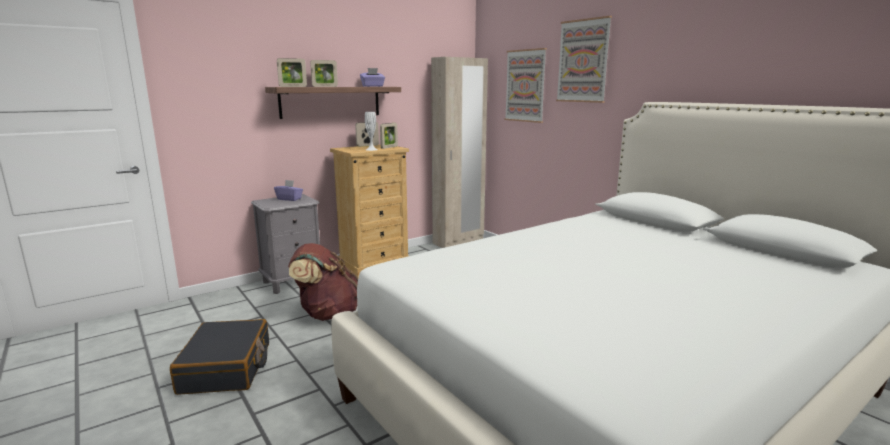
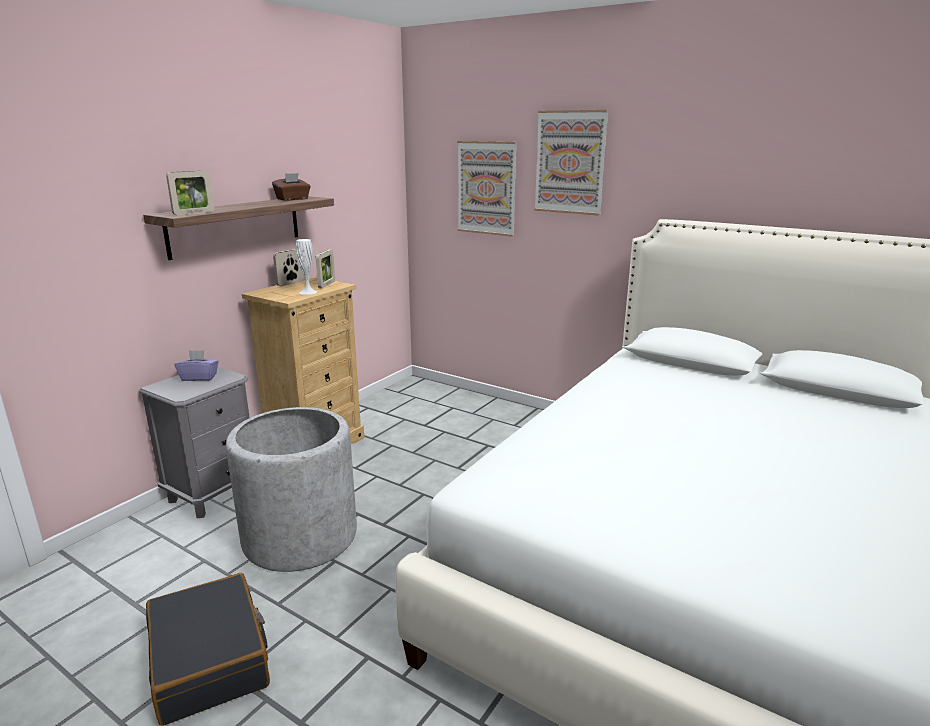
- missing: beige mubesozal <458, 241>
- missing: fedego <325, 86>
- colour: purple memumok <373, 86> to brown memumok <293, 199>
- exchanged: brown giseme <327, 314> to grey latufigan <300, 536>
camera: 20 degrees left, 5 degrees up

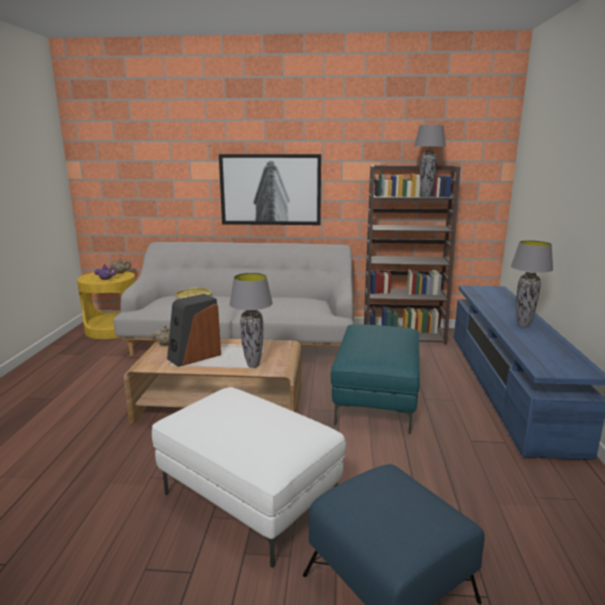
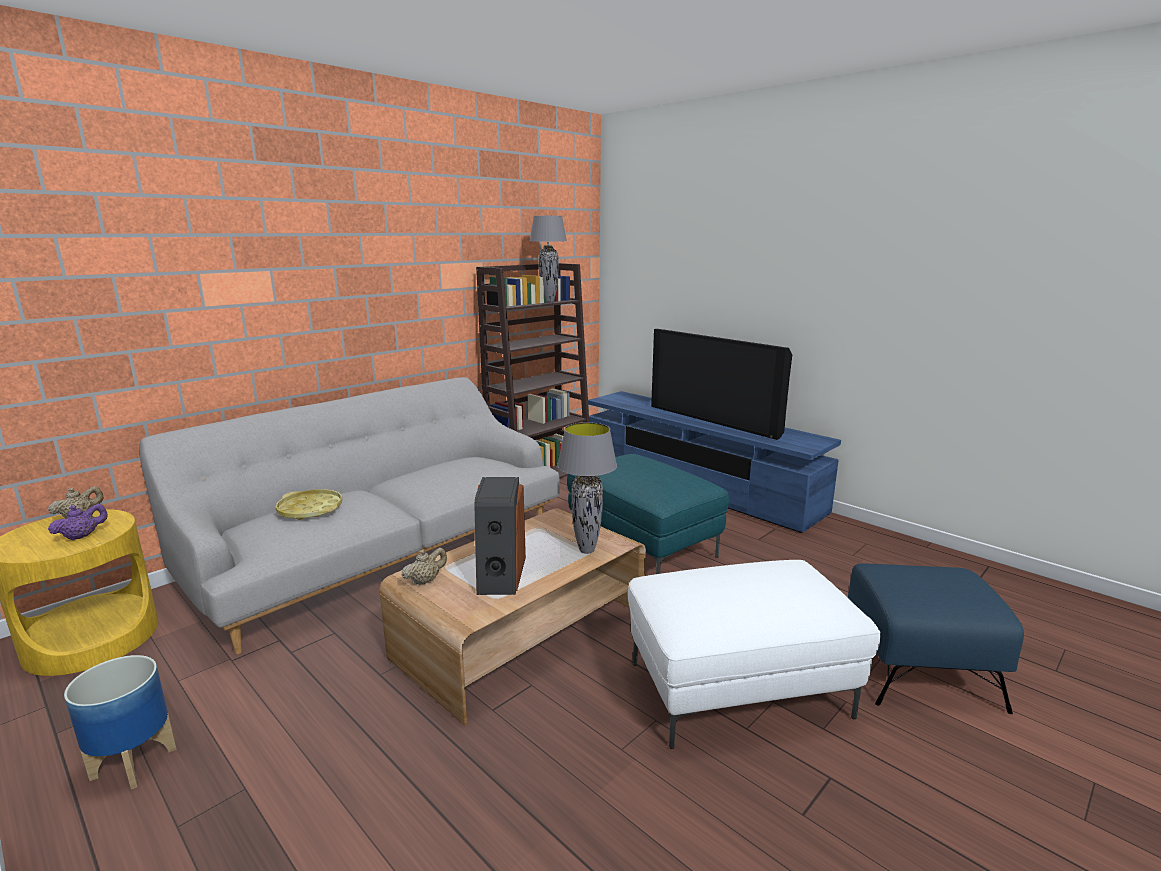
- missing: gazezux <270, 189>
- exchanged: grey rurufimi <523, 325> to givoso <715, 420>
- appeared: latufigan <133, 763>
camera: 50 degrees left, 0 degrees up

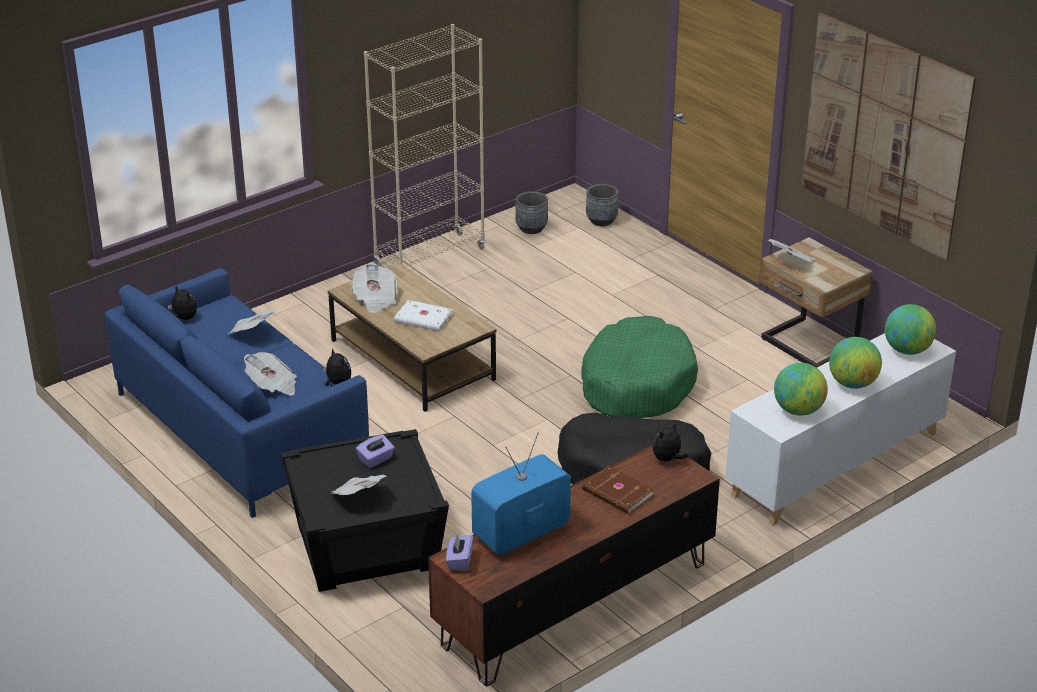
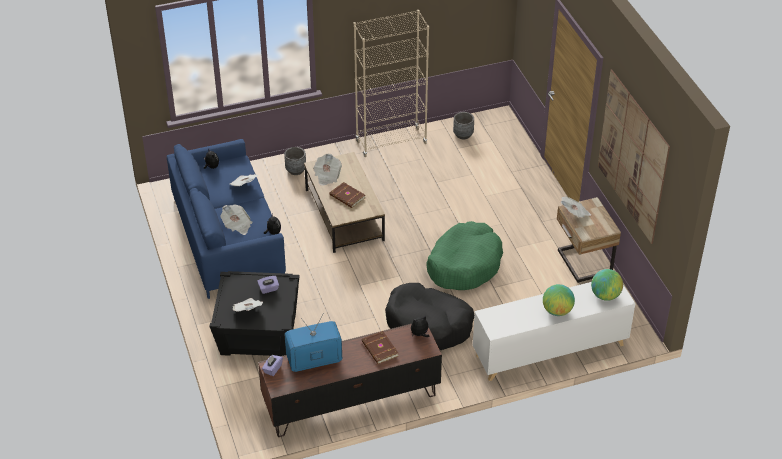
- relocated: grey latufigan <601, 221> to <295, 170>
- colour: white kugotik <423, 319> to brown kugotik <347, 197>
- missing: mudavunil <798, 410>
camera: 20 degrees right, 10 degrees up

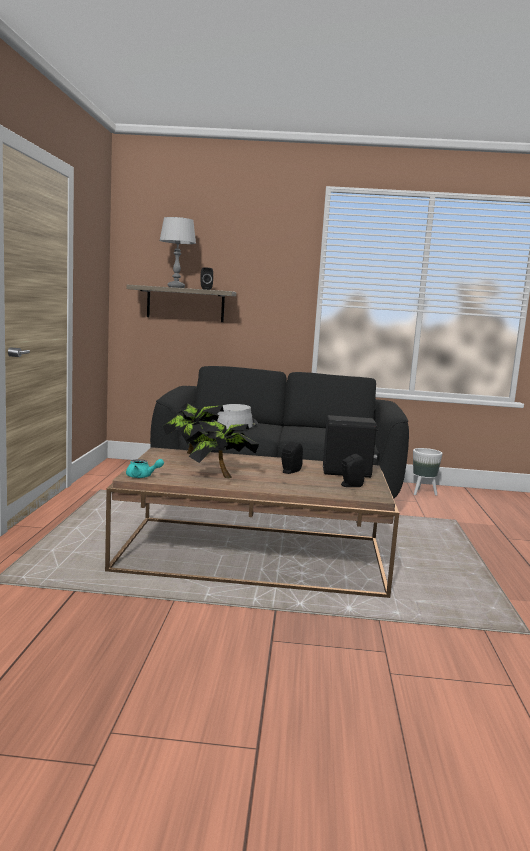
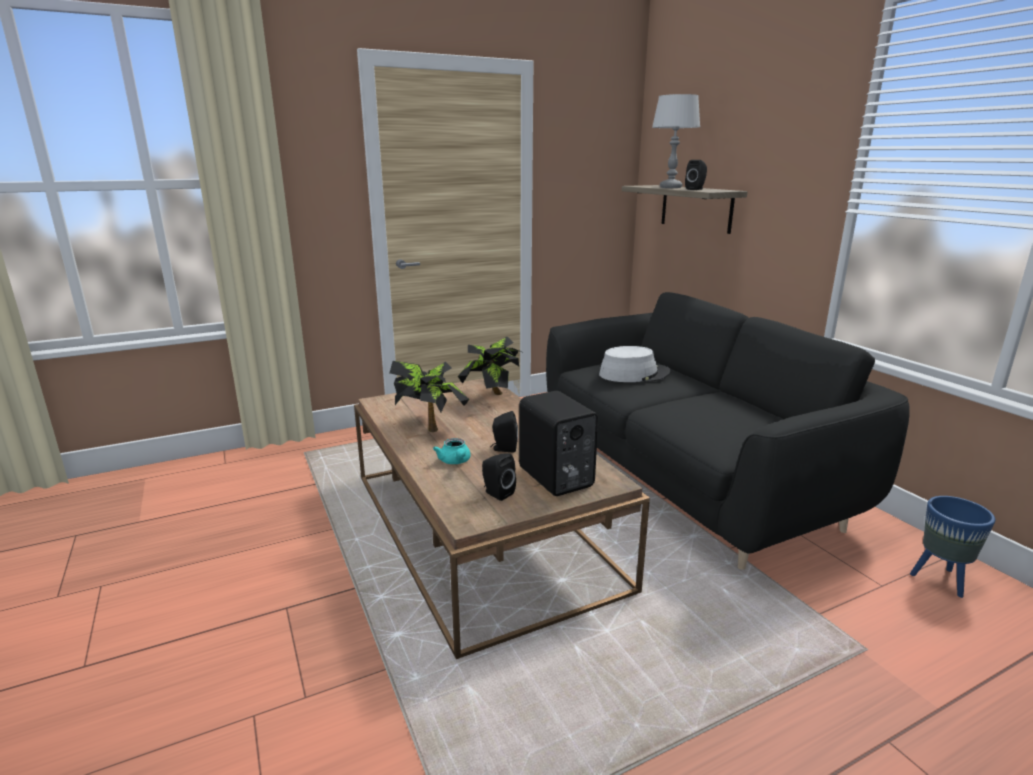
- colour: white latufigan <423, 493> to blue latufigan <940, 580>
- relocated: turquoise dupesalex <142, 476> to <455, 462>
camera: 60 degrees right, 10 degrees up

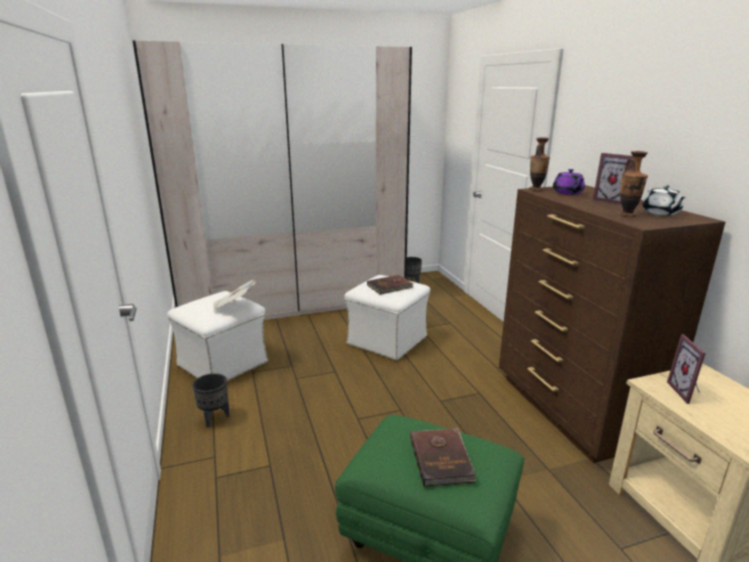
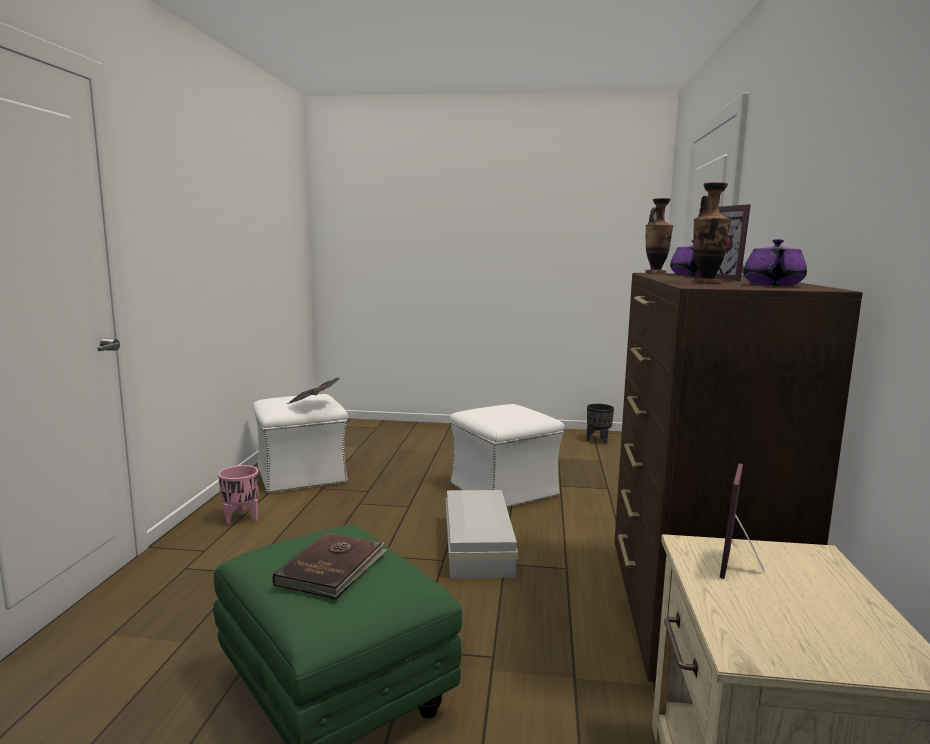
- missing: beige mubesozal <294, 302>
- colour: white dupesalex <661, 213> to purple dupesalex <772, 285>
- missing: brown kugotik <390, 286>
- colour: black latufigan <215, 418> to pink latufigan <241, 519>
- appeared: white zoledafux <476, 547>
camera: 25 degrees right, 10 degrees down

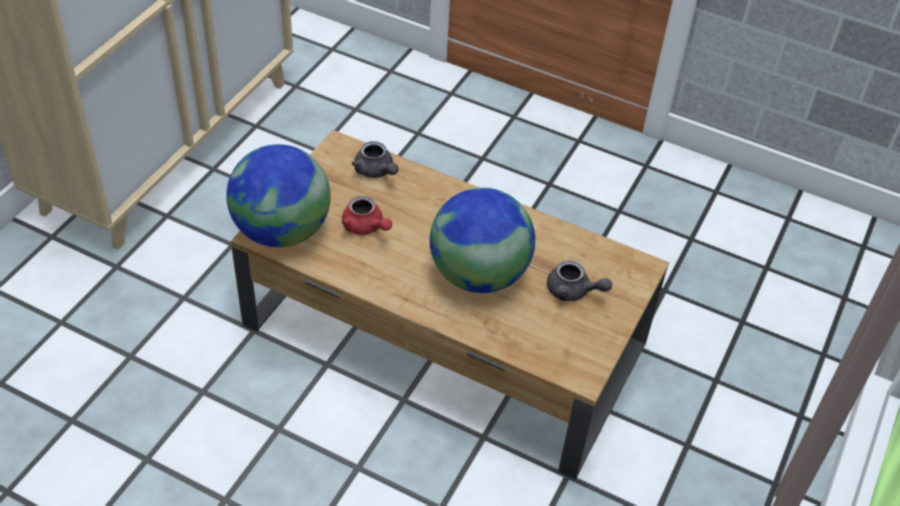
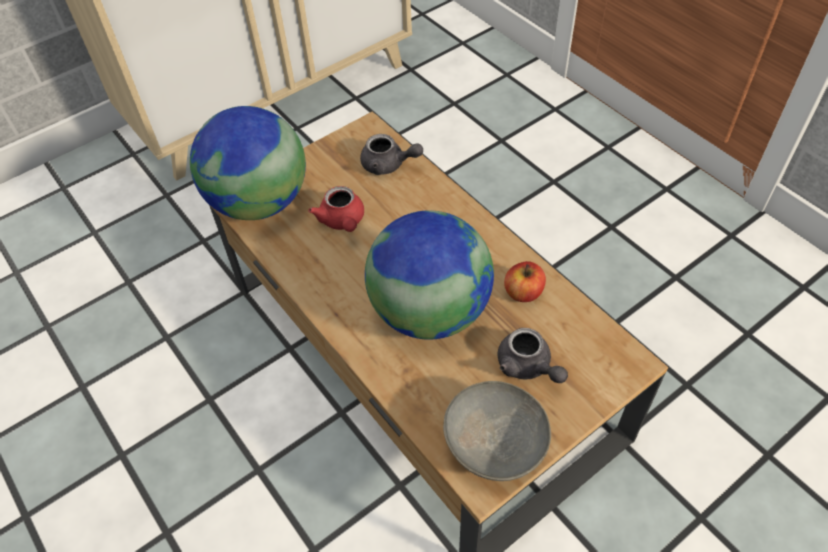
- spun: grey dupesalex <376, 171> = <388, 165> 60 degrees counterclockwise
- appeared: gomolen <523, 292>
- appeared: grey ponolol <496, 449>
camera: 30 degrees right, 5 degrees up

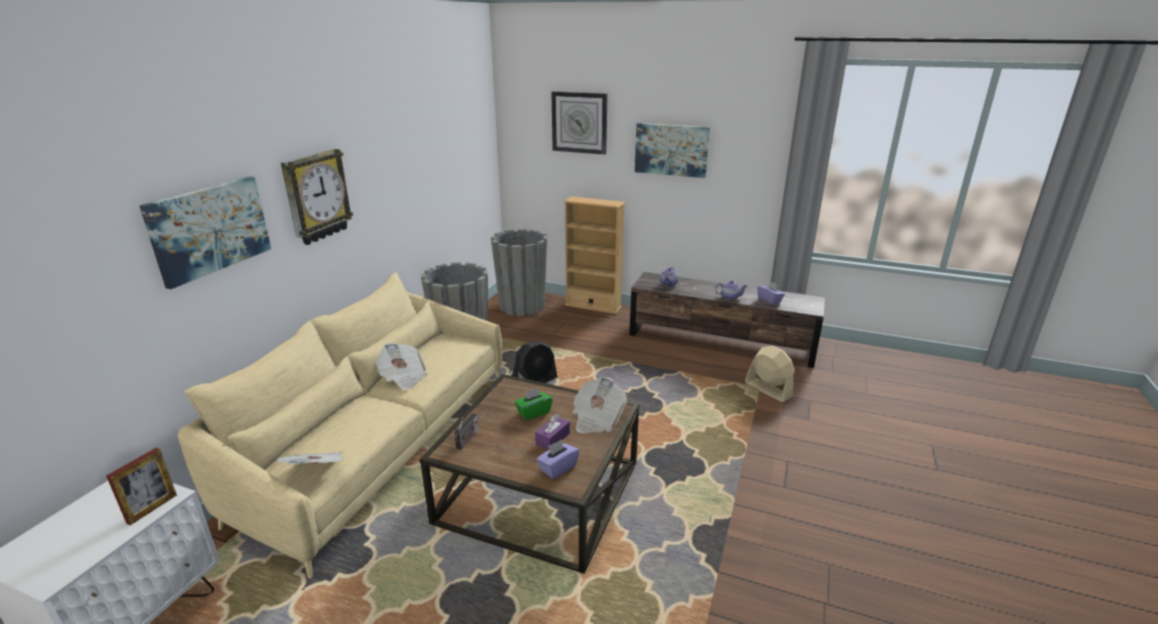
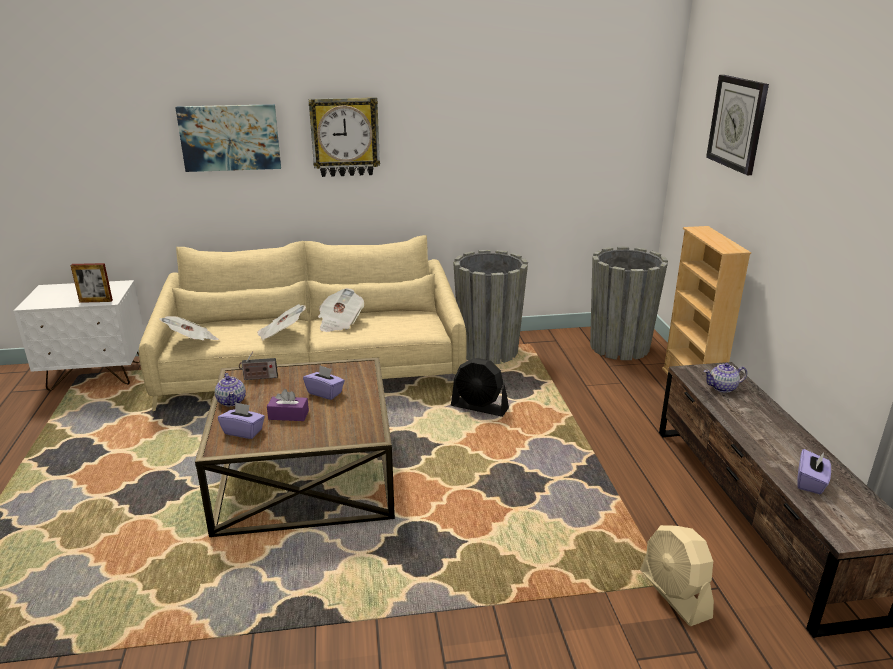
- missing: gazezux <671, 150>
- relocated: dupesalex <729, 297> to <232, 401>
- spun: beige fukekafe <768, 389> = <674, 594> 135 degrees clockwise
- relocated: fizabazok <597, 419> to <281, 334>
- colour: green memumok <533, 412> to purple memumok <325, 393>
camera: 60 degrees right, 0 degrees up

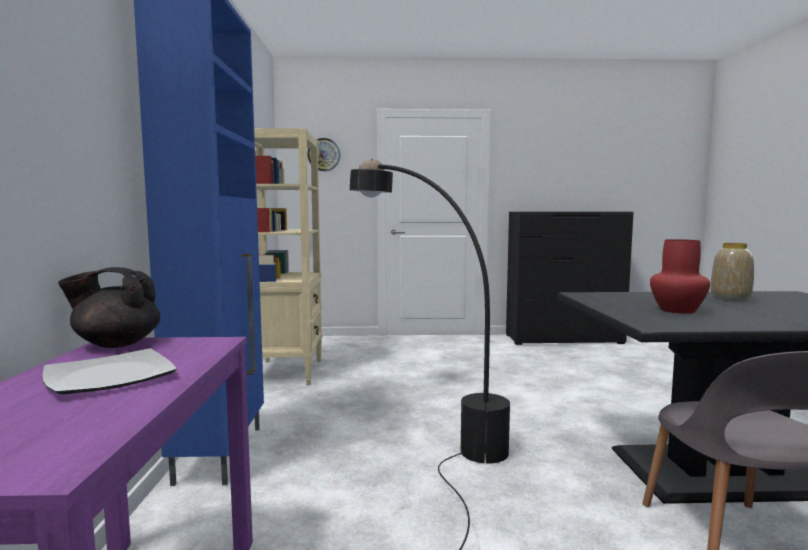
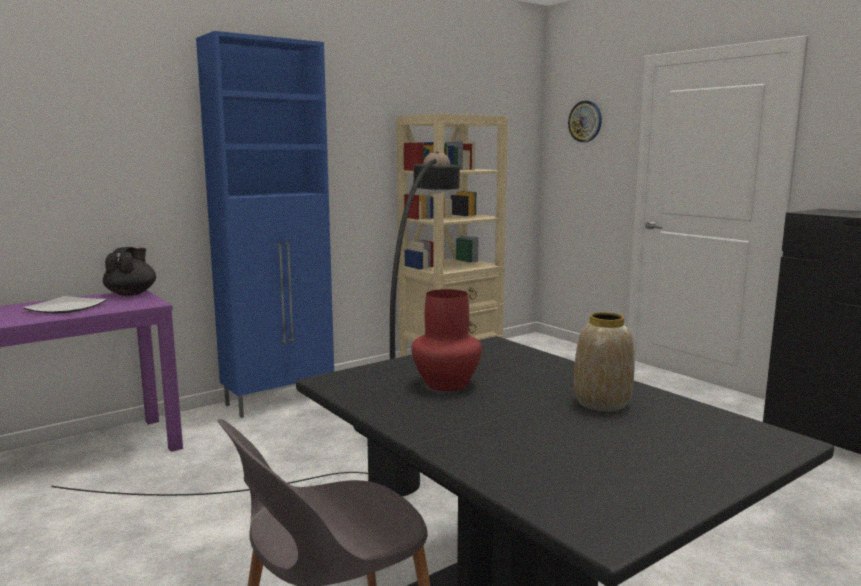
- spun: black dupesalex <116, 344> = <131, 293> 45 degrees clockwise
camera: 55 degrees right, 5 degrees up

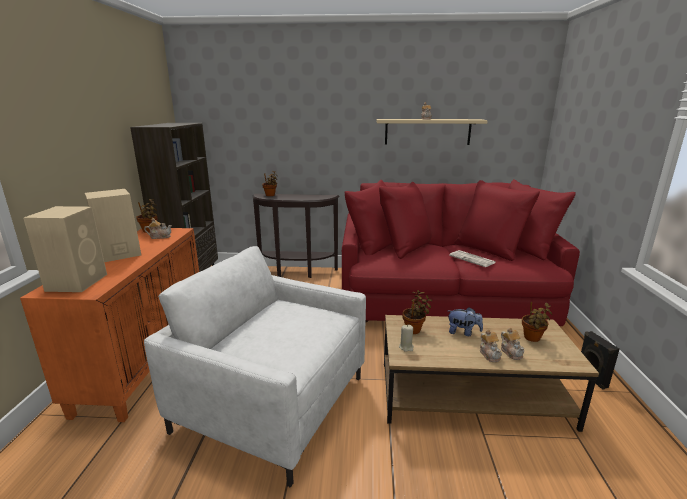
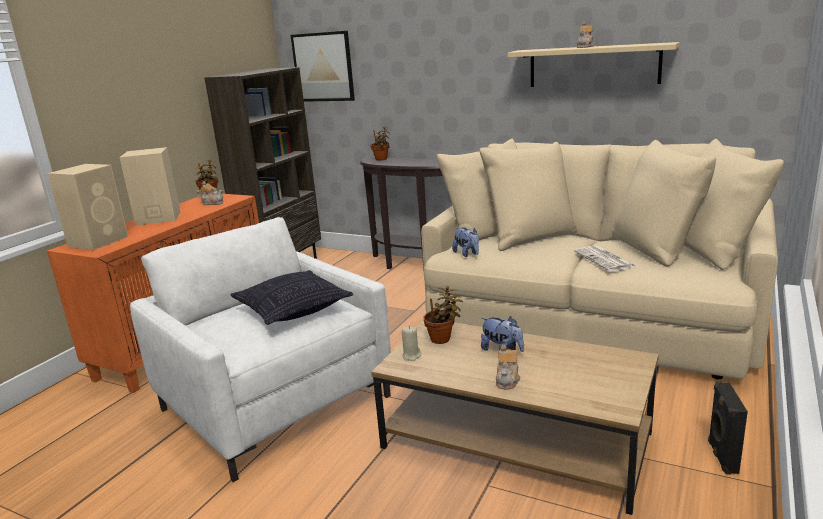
- colour: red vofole <443, 295> to beige vofole <592, 315>
- missing: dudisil <532, 338>
- missing: dupesalex <511, 352>
- appeared: gazezux <323, 67>
- appeared: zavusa <467, 254>
- appeared: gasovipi <293, 310>
camera: 25 degrees right, 0 degrees up

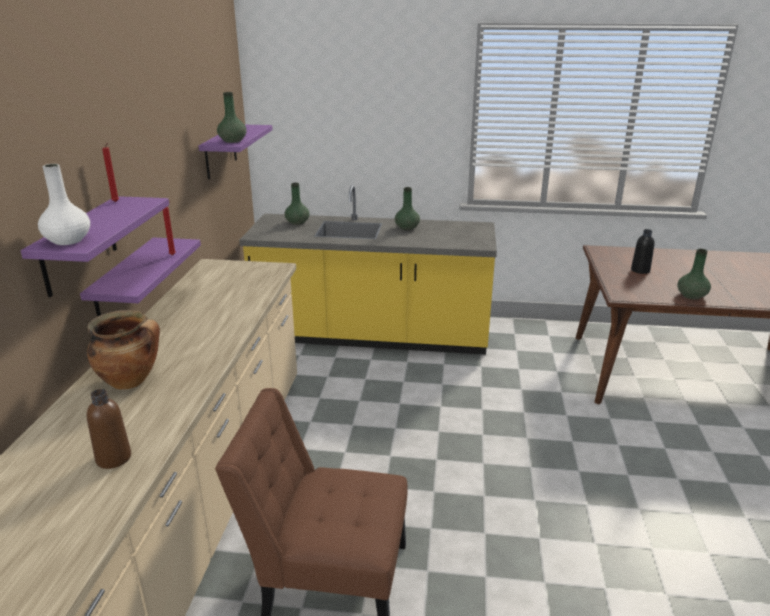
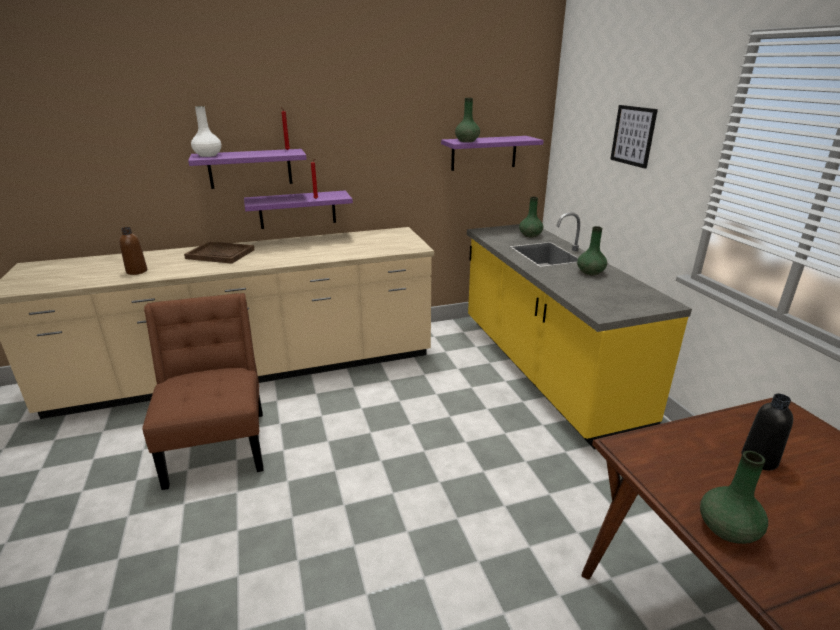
- exchanged: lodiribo <131, 381> to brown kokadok <220, 254>
- appeared: gazezux <633, 136>
camera: 65 degrees right, 0 degrees up

